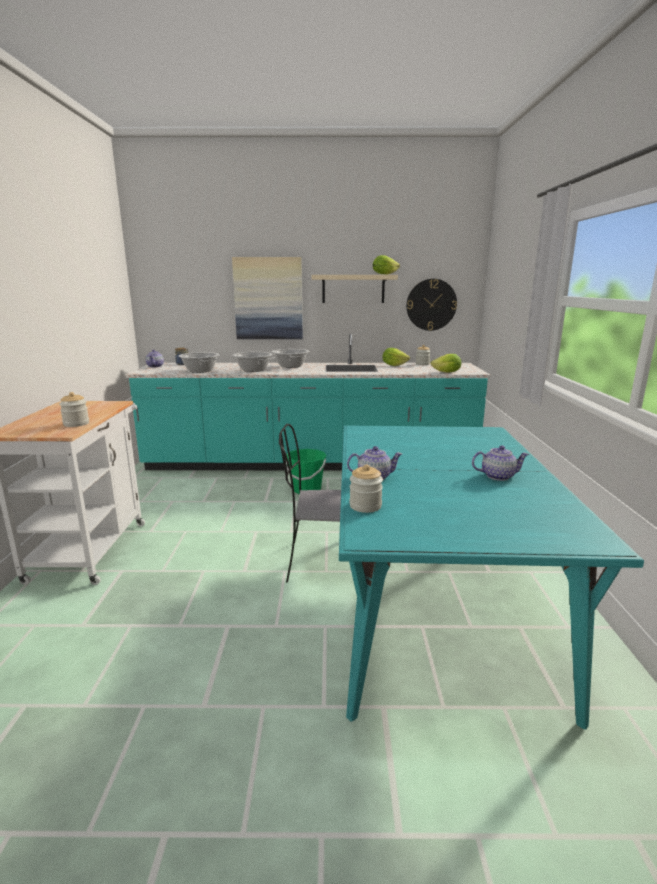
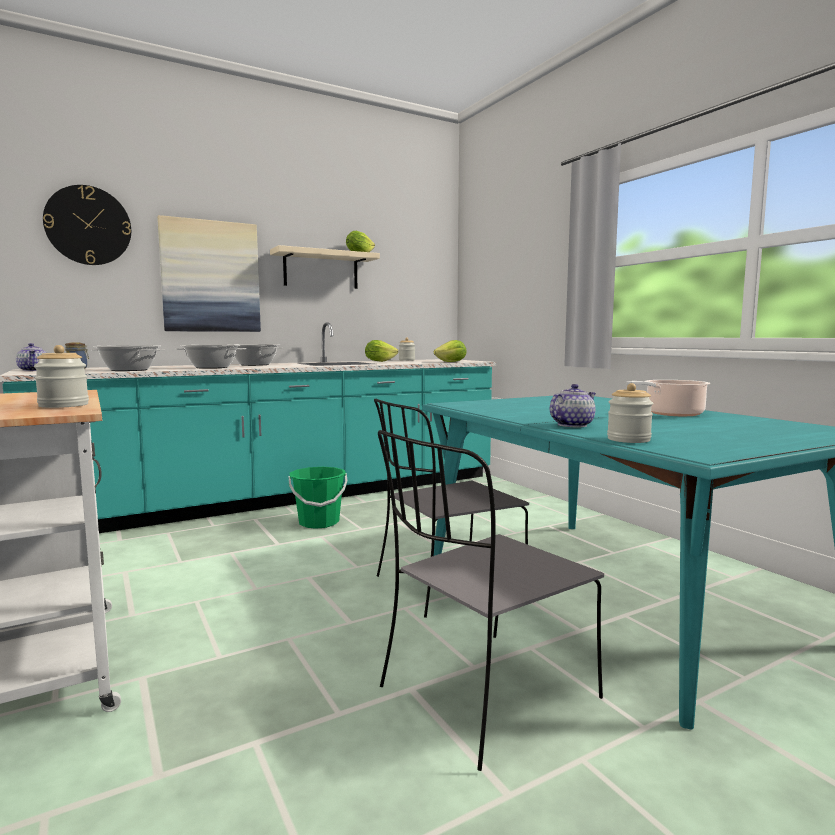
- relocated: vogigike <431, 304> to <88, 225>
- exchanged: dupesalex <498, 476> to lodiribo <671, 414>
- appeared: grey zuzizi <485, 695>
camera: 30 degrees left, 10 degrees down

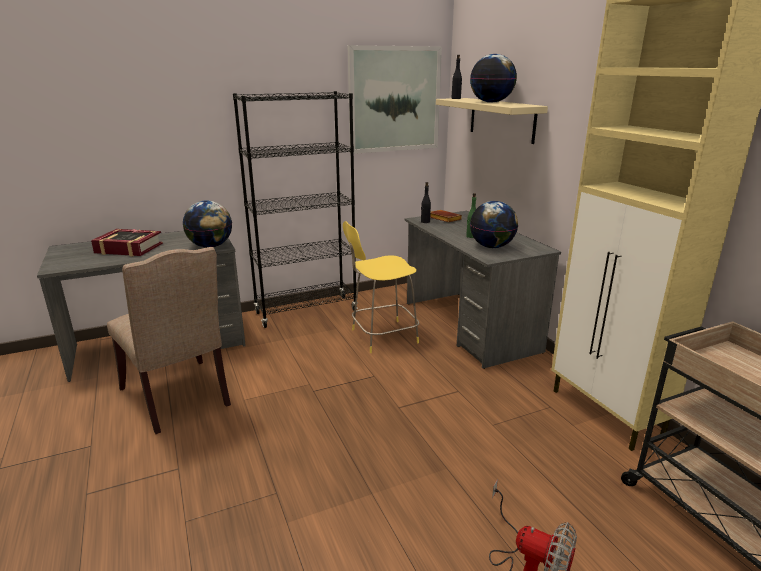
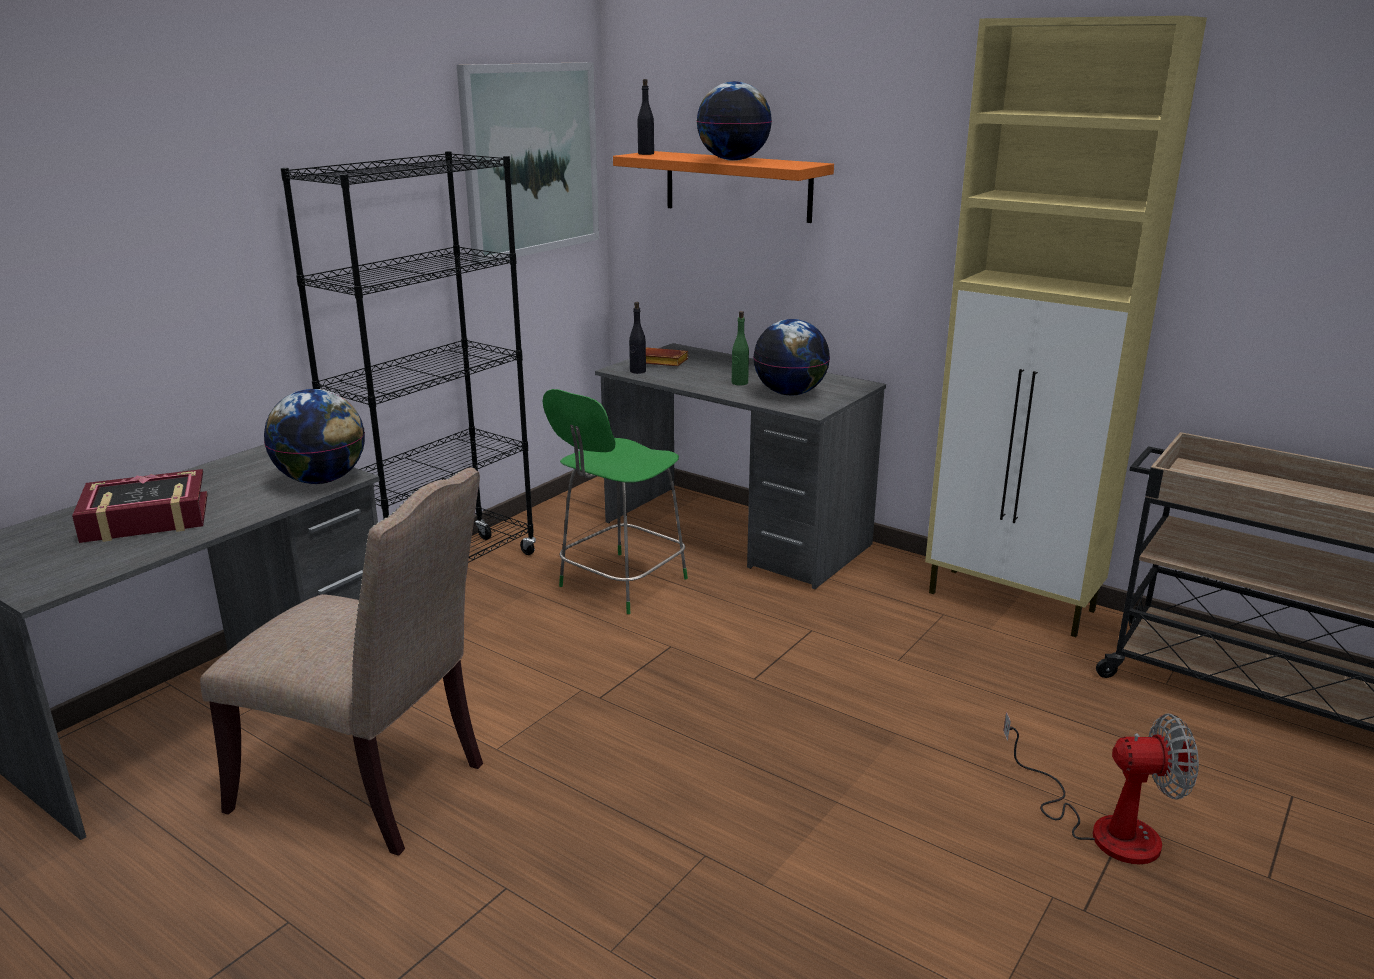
- colour: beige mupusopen <501, 119> to orange mupusopen <737, 186>
- colour: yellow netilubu <382, 336> to green netilubu <620, 584>
camera: 30 degrees left, 0 degrees up

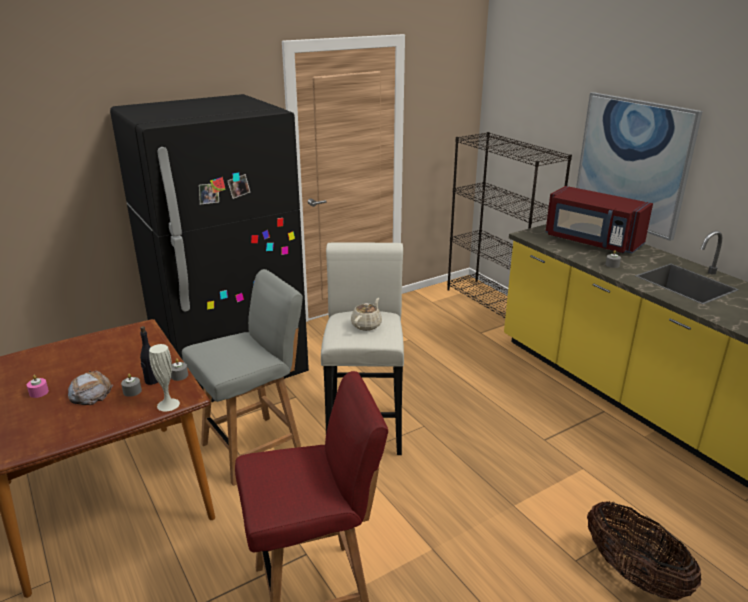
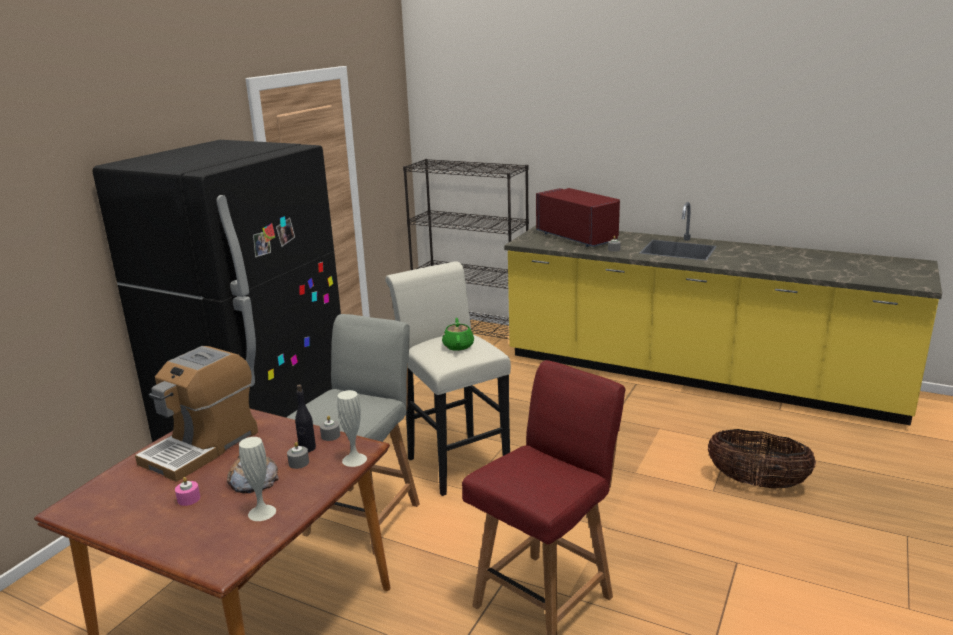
- missing: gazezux <632, 163>
- spun: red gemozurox <592, 242> = <578, 237> 135 degrees counterclockwise
- colour: beige dupesalex <367, 325> to green dupesalex <458, 346>
- appeared: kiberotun <202, 447>
- appeared: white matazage <262, 512>
camera: 30 degrees left, 5 degrees down

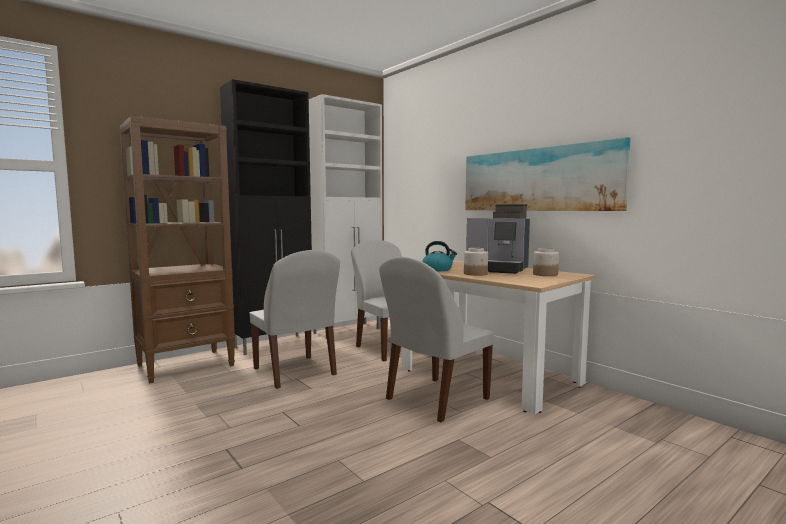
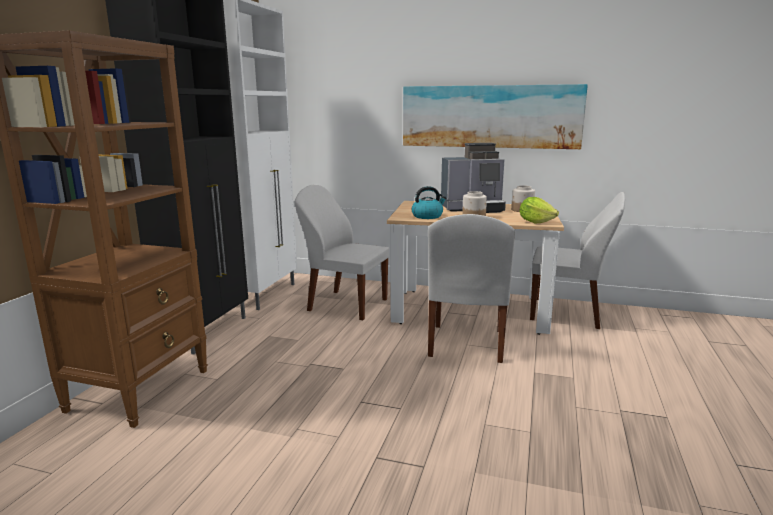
- relocated: white zuzizi <295, 373> to <568, 313>
- appeared: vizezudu <536, 222>
camera: 35 degrees left, 10 degrees up

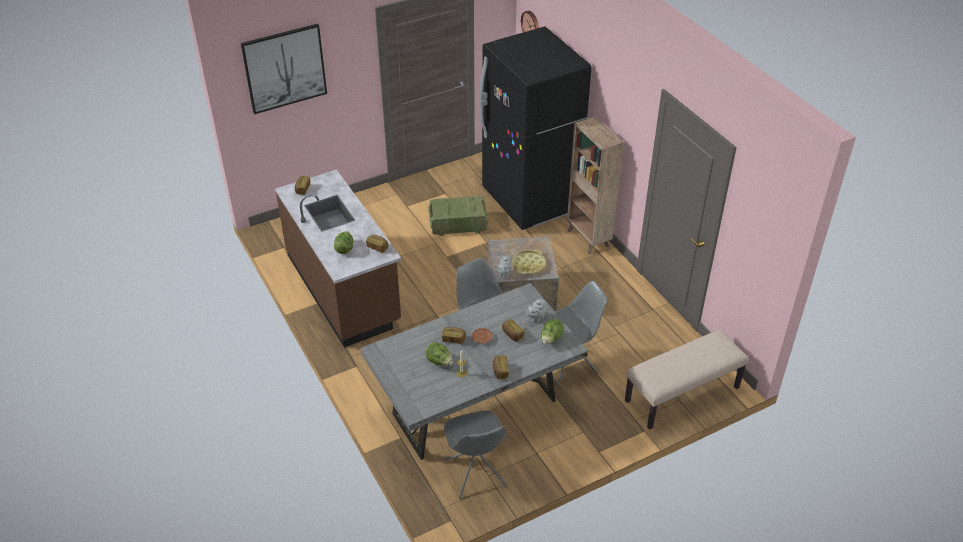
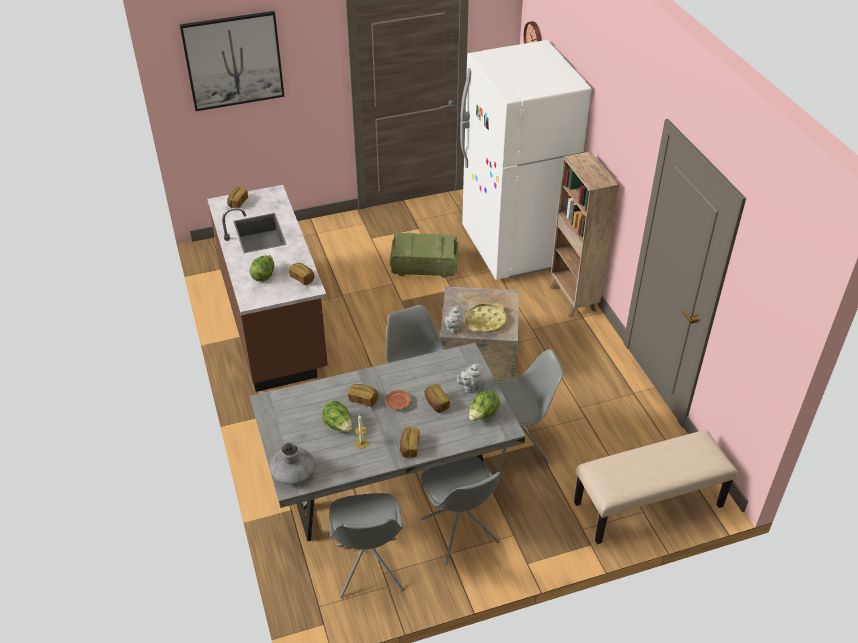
- colour: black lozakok <530, 201> to white lozakok <514, 247>
- appeared: grey matazage <293, 473>
- appeared: grey zuzizi <459, 532>
camera: 10 degrees right, 0 degrees up

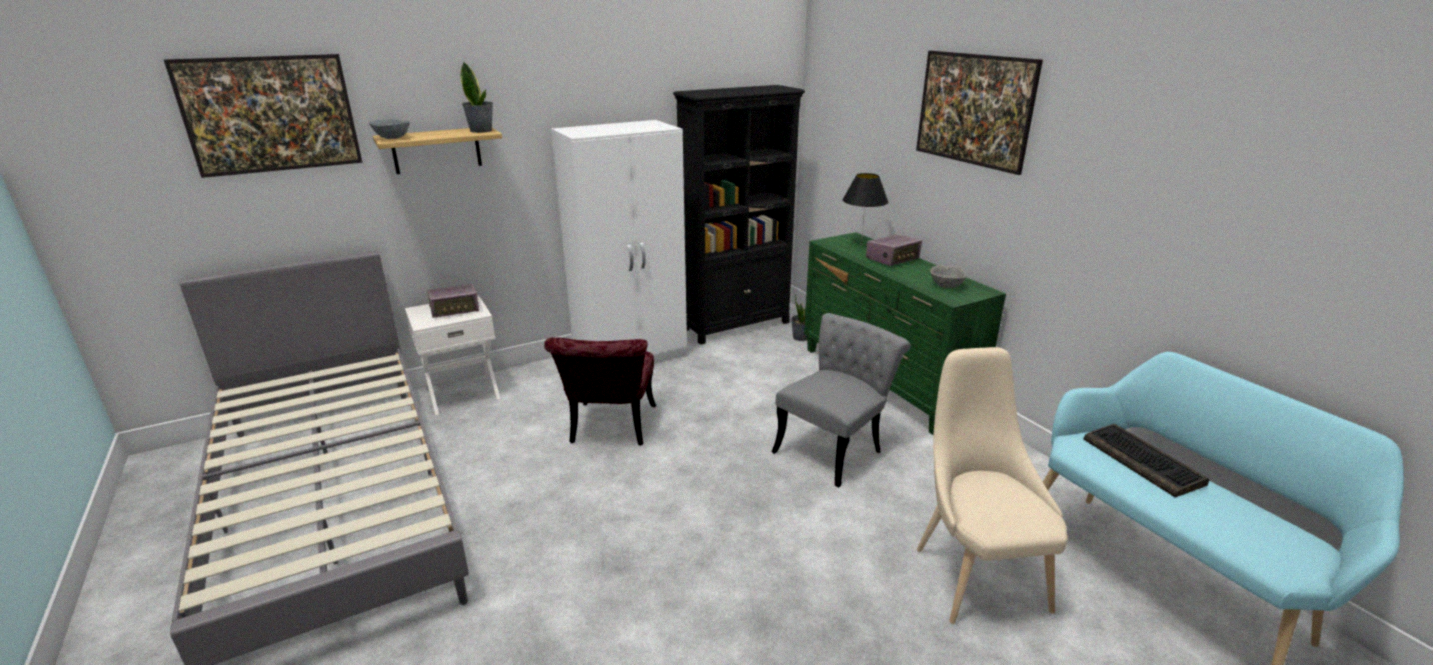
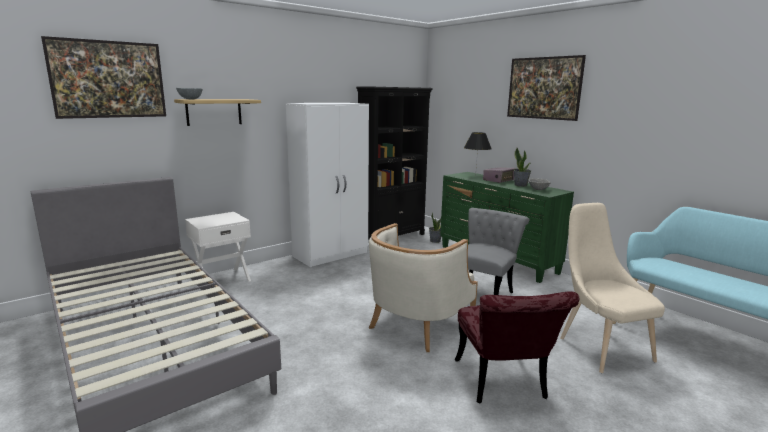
- relocated: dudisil <481, 130> to <520, 185>
- missing: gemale <455, 310>
- relocated: red zuzizi <611, 430> to <503, 385>
- missing: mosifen <1143, 462>
- appeared: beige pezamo <418, 324>
camera: 10 degrees left, 10 degrees down

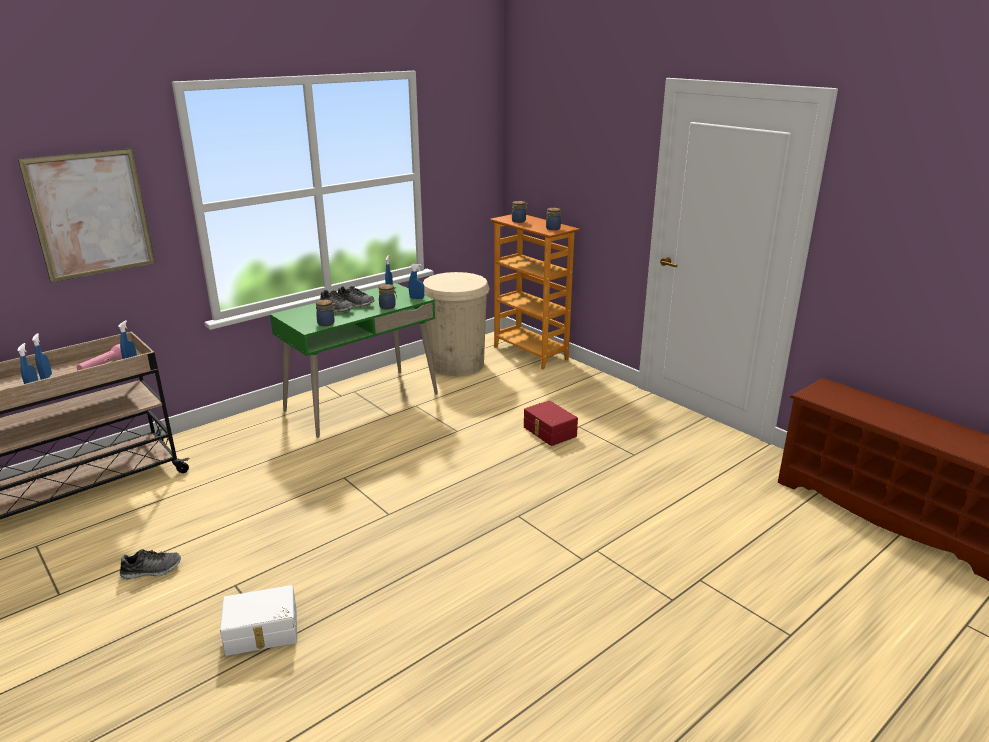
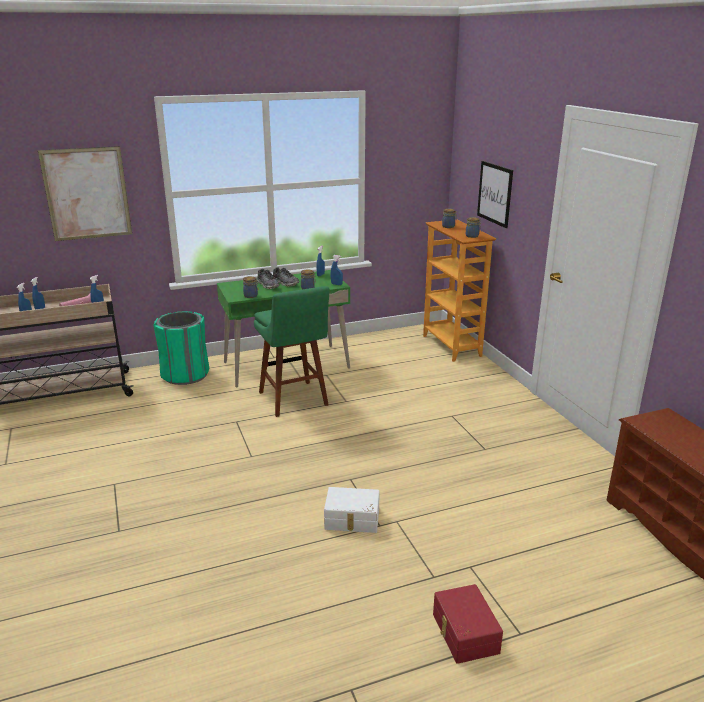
- missing: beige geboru <457, 364>
- relocated: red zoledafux <549, 432> to <464, 633>
- missing: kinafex <151, 570>
- relocated: white zoledafux <262, 632> to <352, 520>
- appeared: gazezux <495, 193>
- appeared: green netilubu <294, 400>
- appeared: green geboru <185, 374>
camera: 20 degrees right, 0 degrees up

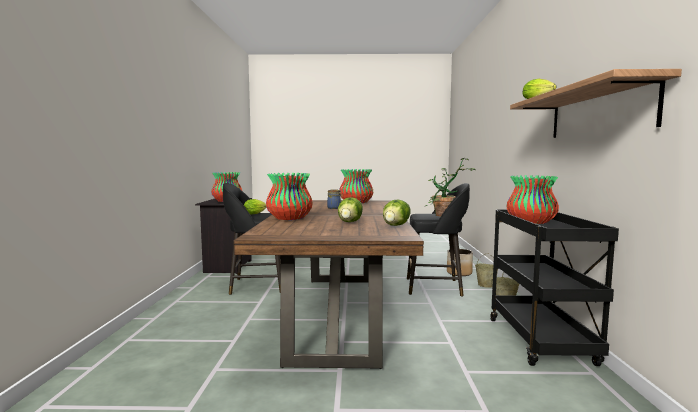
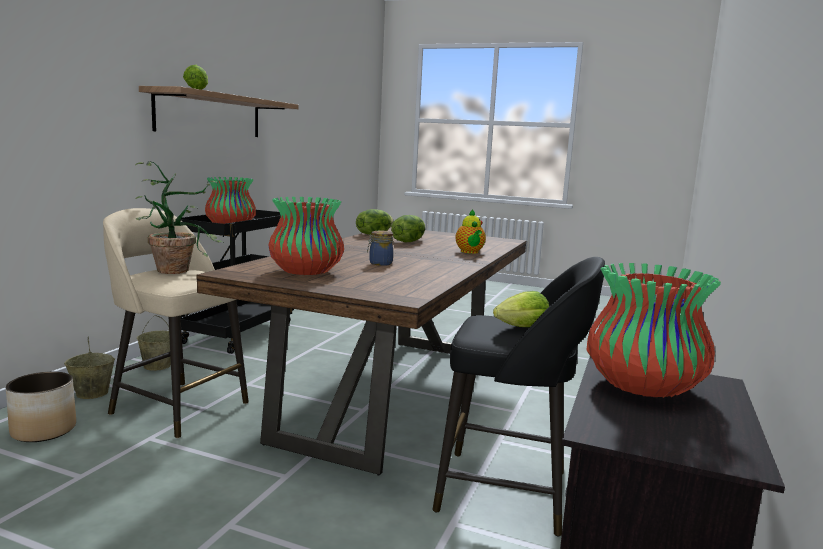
- exchanged: matazage <290, 219> to dupesalex <470, 252>
- colour: black netilubu <435, 287> to beige netilubu <177, 407>
camera: 160 degrees left, 5 degrees up

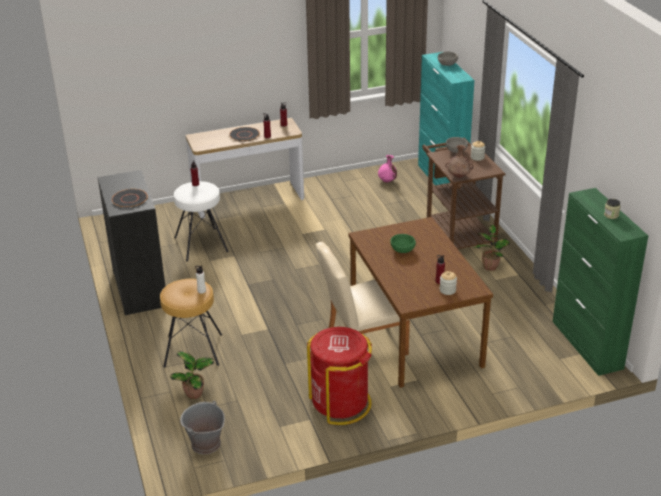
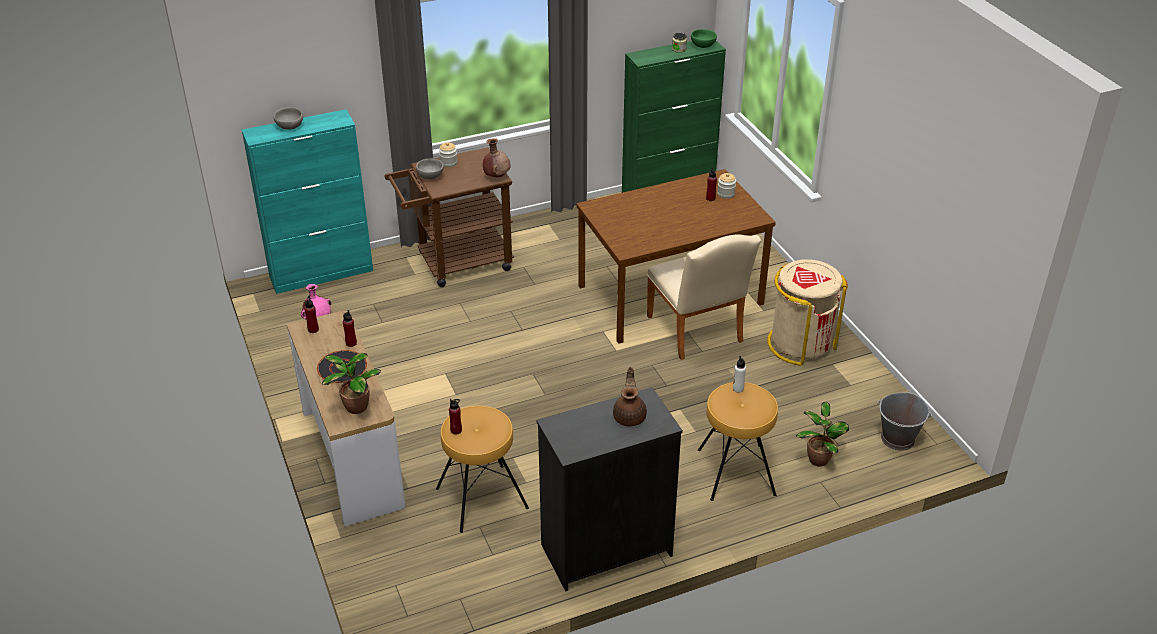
- colour: white netilubu <201, 244> to brown netilubu <481, 497>
- exchanged: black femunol <130, 199> to brown dupesalex <630, 416>
- relocated: dudisil <490, 266> to <355, 407>
- relocated: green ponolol <402, 249> to <702, 45>
- colour: red geboru <340, 403> to beige geboru <800, 343>
camera: 95 degrees left, 5 degrees up

